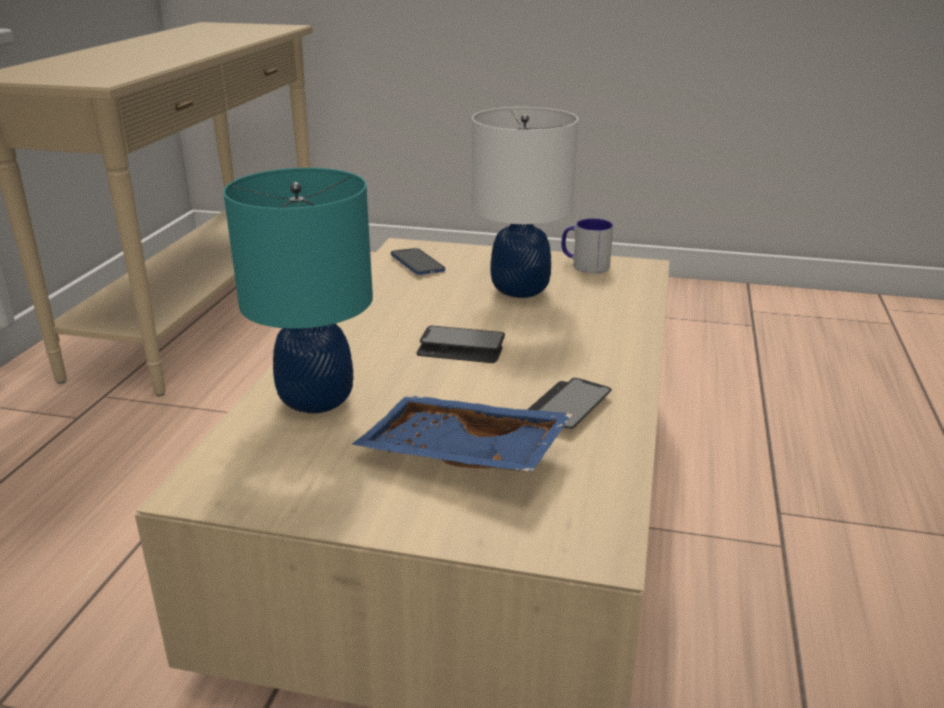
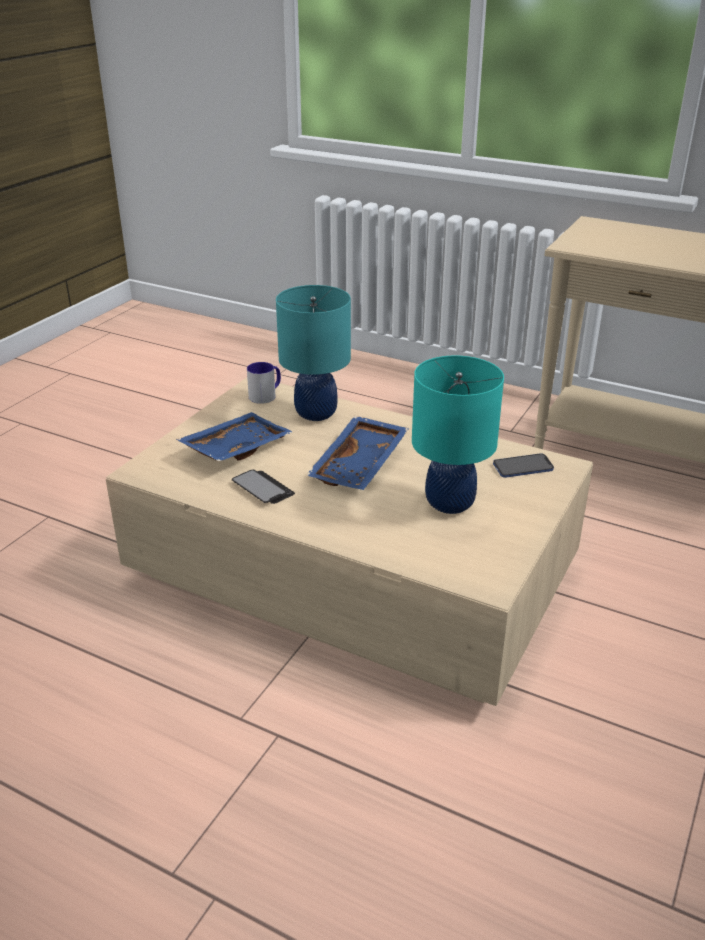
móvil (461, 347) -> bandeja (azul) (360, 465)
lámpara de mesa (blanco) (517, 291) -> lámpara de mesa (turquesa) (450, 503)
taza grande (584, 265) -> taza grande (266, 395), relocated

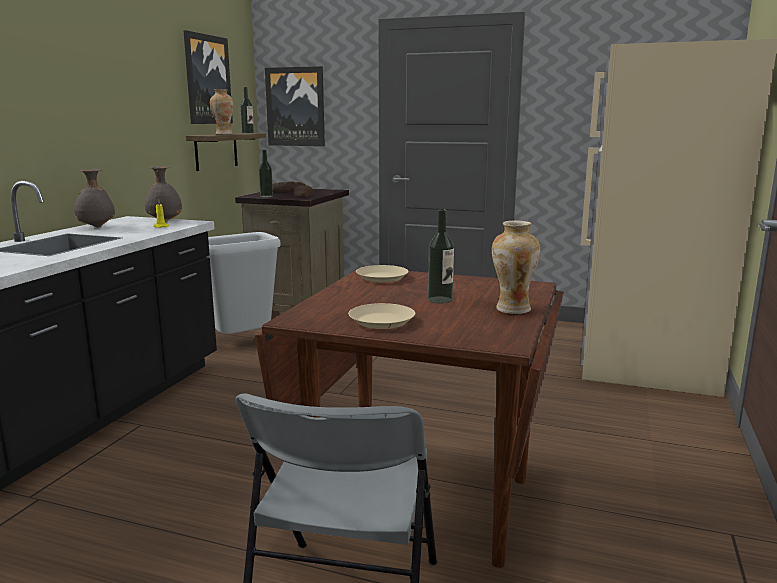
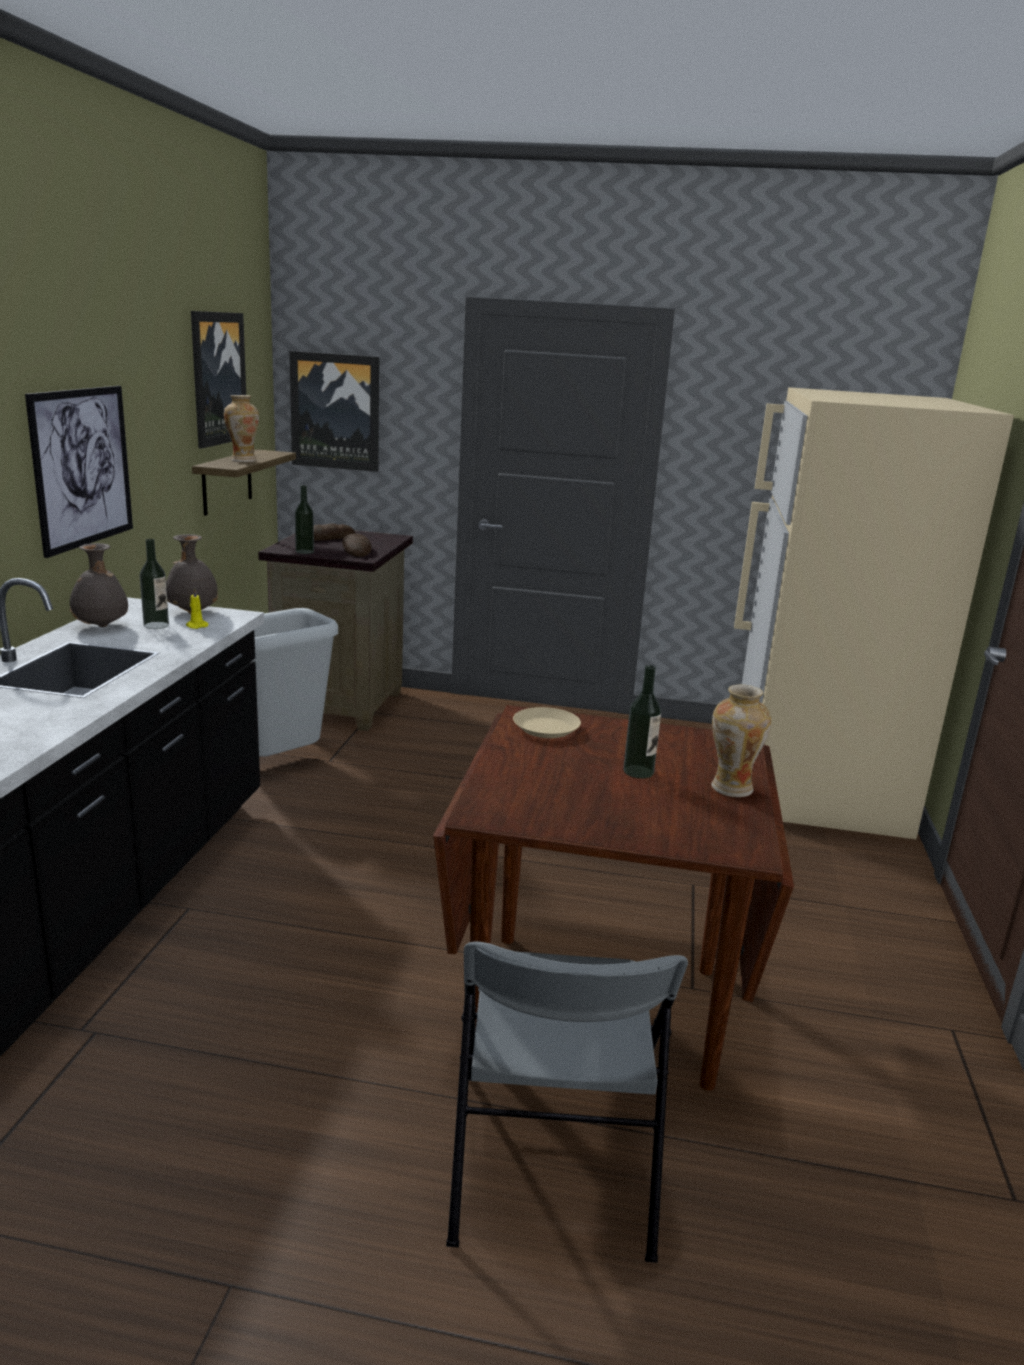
botella (248, 133) -> botella (156, 625), relocated
plato (beis) (381, 321) -> none
none -> cuadro (82, 467)

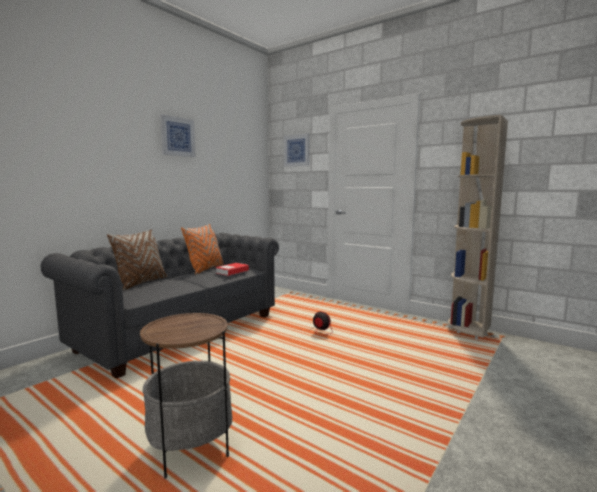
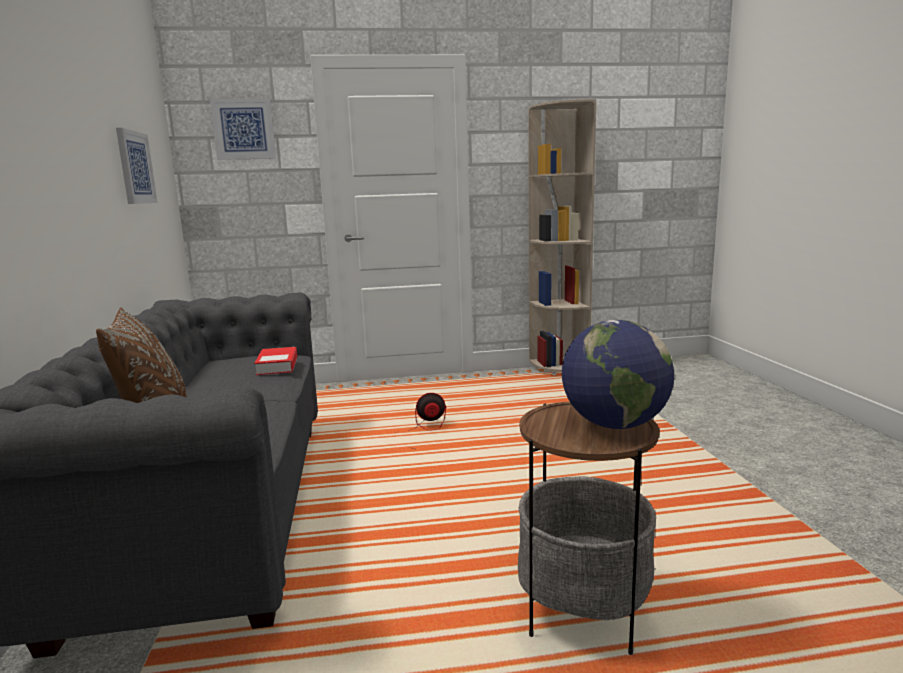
cuadro (177, 136) -> cuadro (135, 168), relocated
cojín (naranja) (205, 269) -> none
none -> globo terráqueo (614, 424)

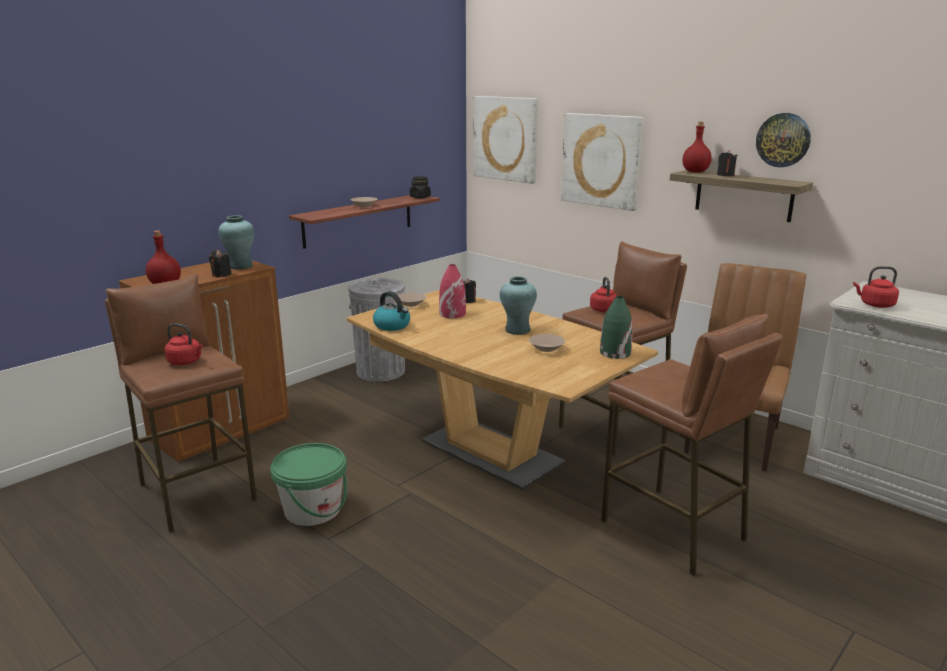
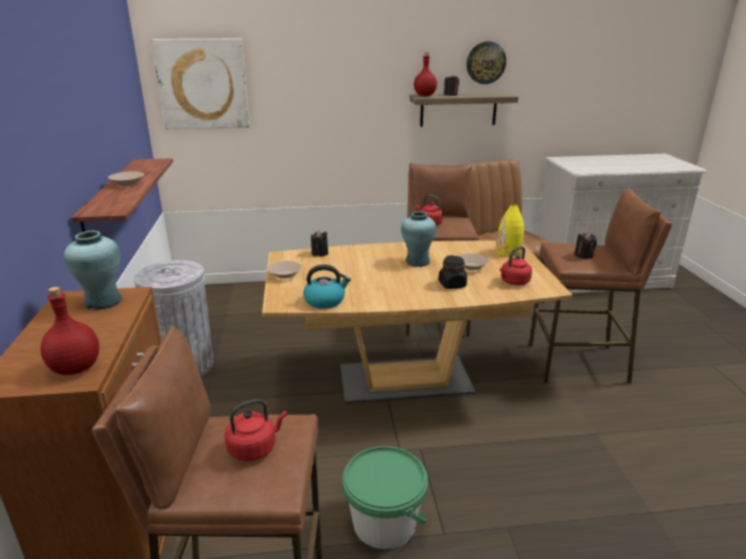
vela (negro) (221, 275) -> vela (negro) (583, 256), relocated
tarro (negro) (420, 197) -> tarro (negro) (452, 285), relocated
florero (rojo) (452, 314) -> none
cuadro (601, 160) -> none
florero (verde) (615, 353) -> florero (amarillo) (508, 252)
hervidor (rojo) (875, 305) -> hervidor (rojo) (513, 282), relocated

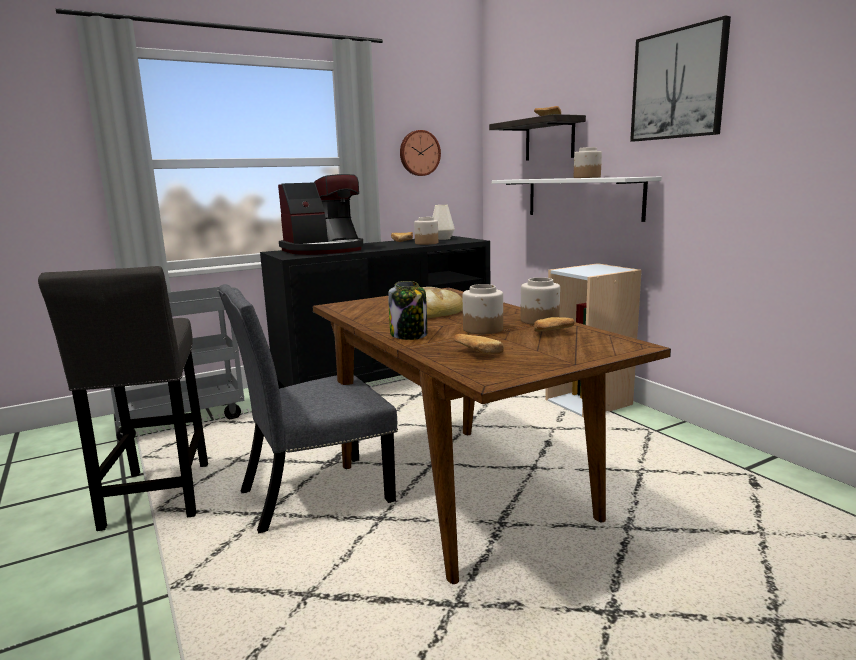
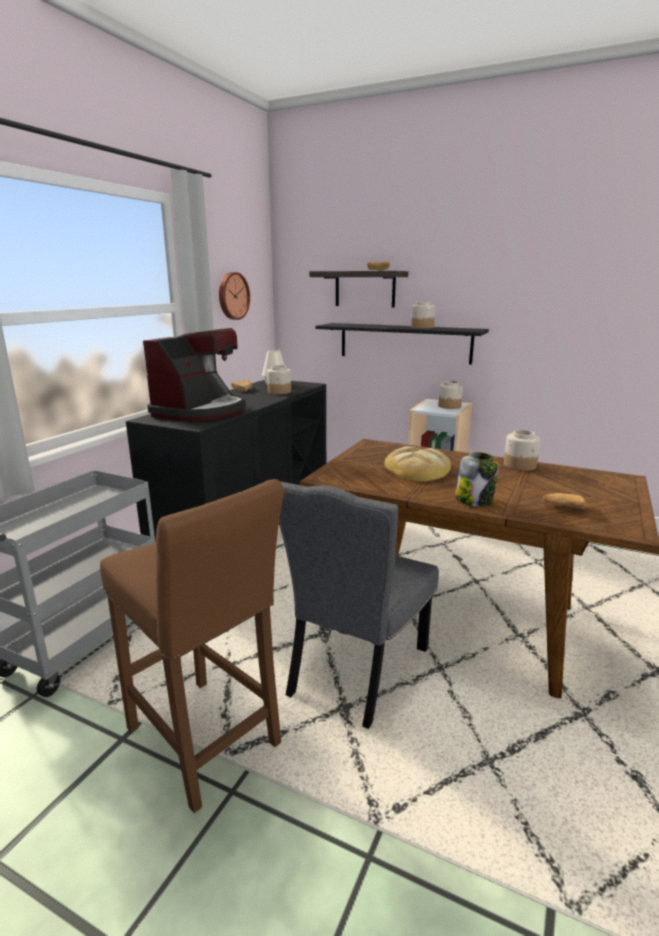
taburete (gris) (157, 498) -> taburete (marrón) (206, 743)
tarro (483, 329) -> tarro (449, 406), relocated
estante (blanco) (582, 198) -> estante (negro) (404, 343)
pan (549, 333) -> none
cuadro (678, 84) -> none

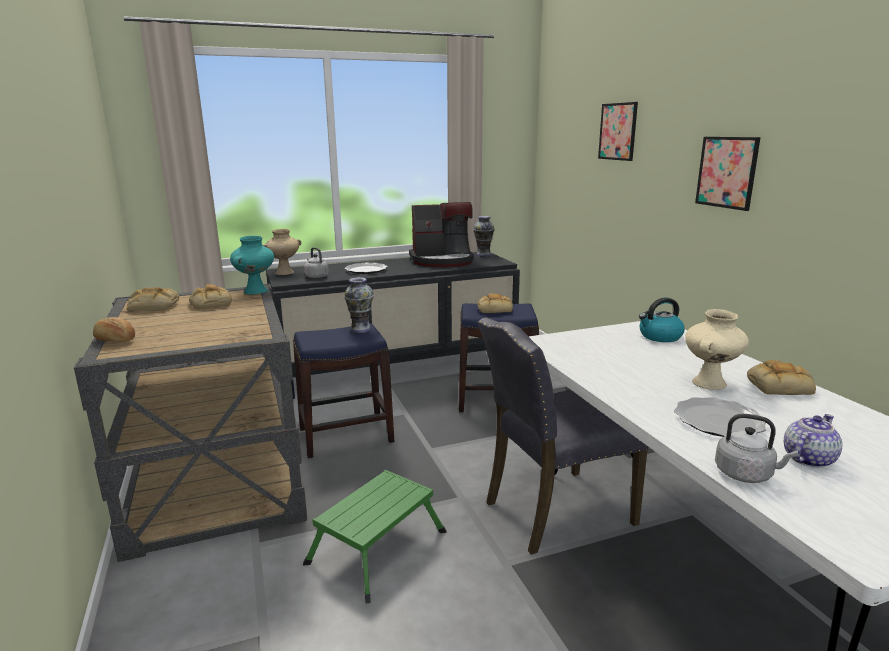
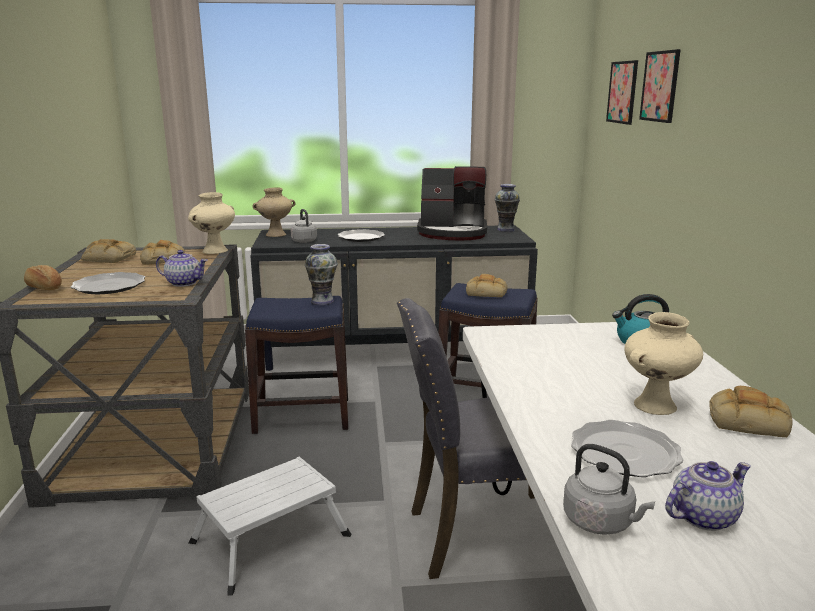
florero (turquesa) (256, 291) -> florero (beis) (215, 251)
escalera de tijera (verde) (378, 546) -> escalera de tijera (blanco) (271, 538)
cuadro (726, 172) -> cuadro (622, 92), relocated
none -> plato (109, 286)
none -> tetera (183, 283)

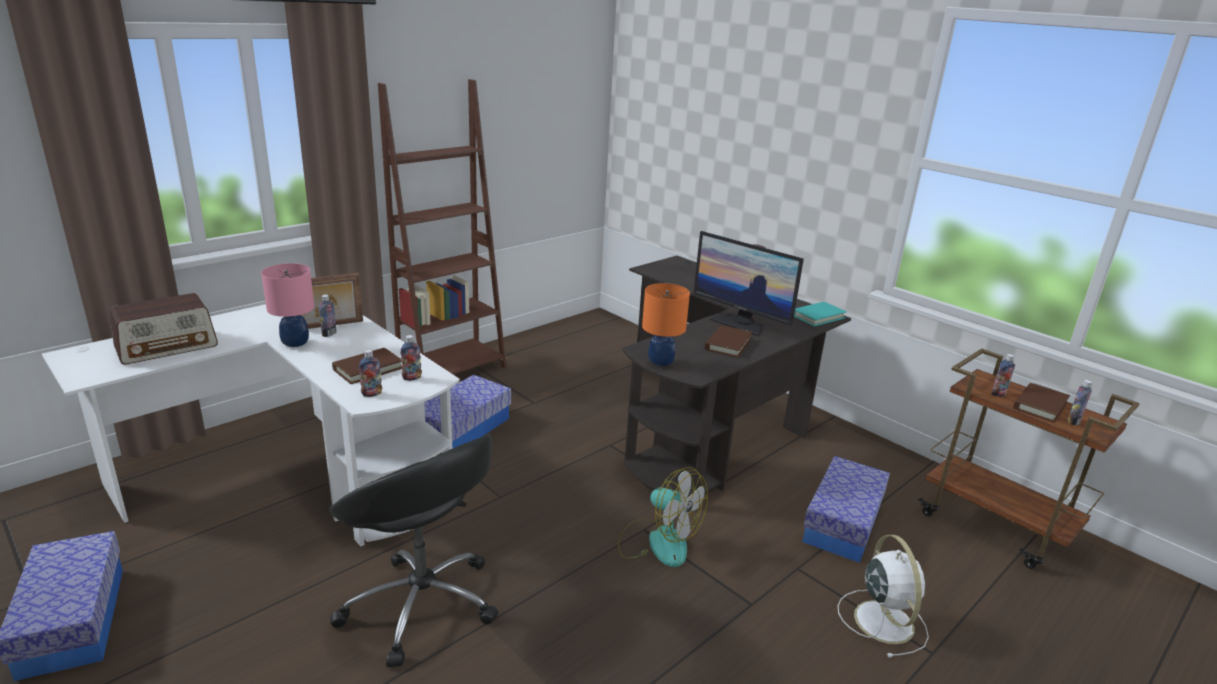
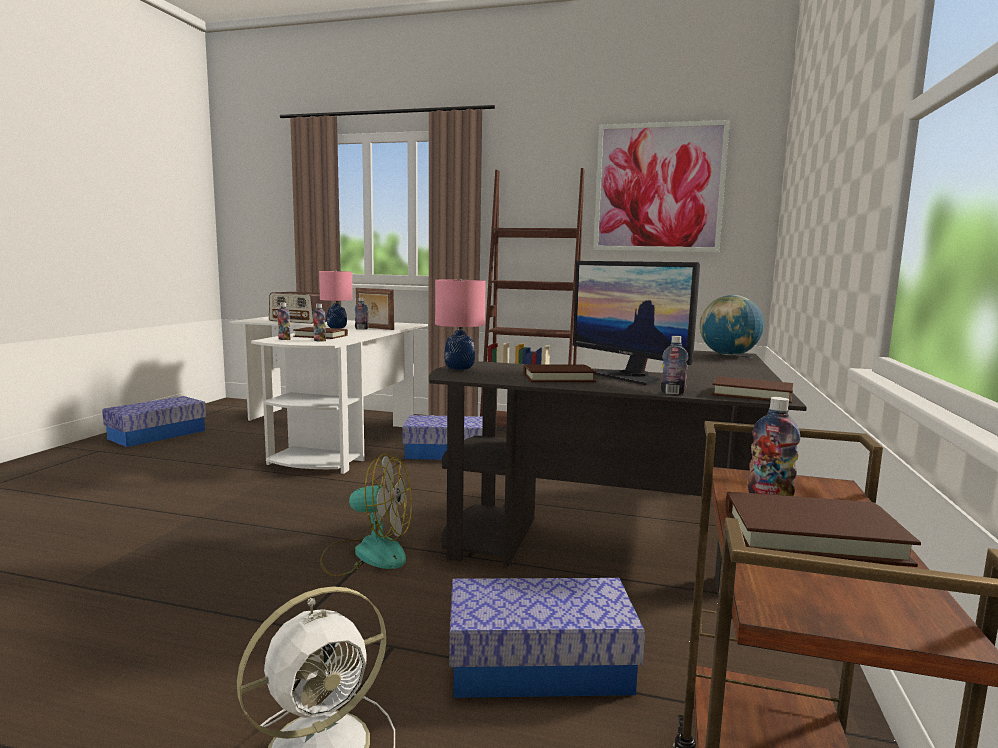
silla de oficina (negro) (423, 607) -> none
ventilador (658, 541) -> ventilador (367, 554), 90 degrees counterclockwise
lámpara de mesa (naranja) (659, 363) -> lámpara de mesa (rosa) (458, 368)
monitor (741, 324) -> monitor (629, 377), 45 degrees counterclockwise
libro (turquesa) (818, 316) -> libro (marrón) (752, 394)
botella (1073, 422) -> botella (672, 393), relocated
none -> cuadro (658, 188)
none -> globo terráqueo (728, 355)

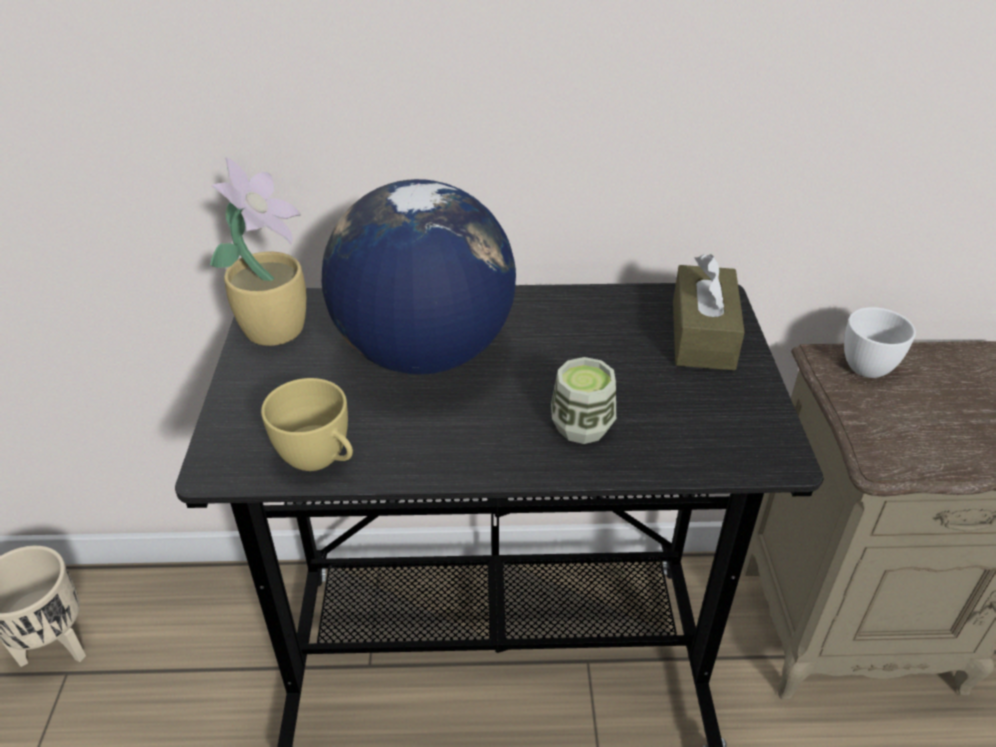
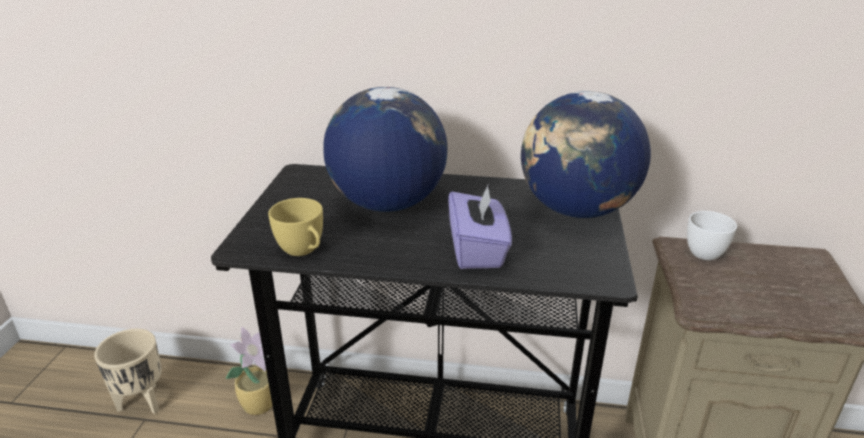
planta en maceta (277, 328) -> planta en maceta (260, 403), relocated
taza (582, 426) -> caja de pañuelos (morado) (477, 250)
caja de pañuelos (marrón) (702, 335) -> globo terráqueo (576, 210)

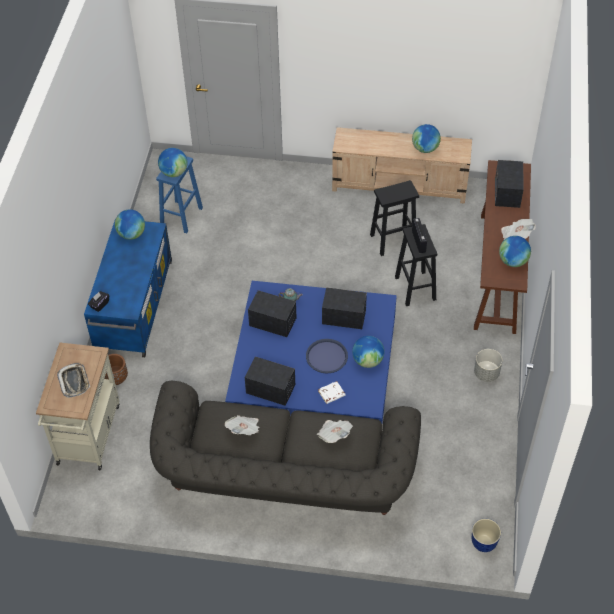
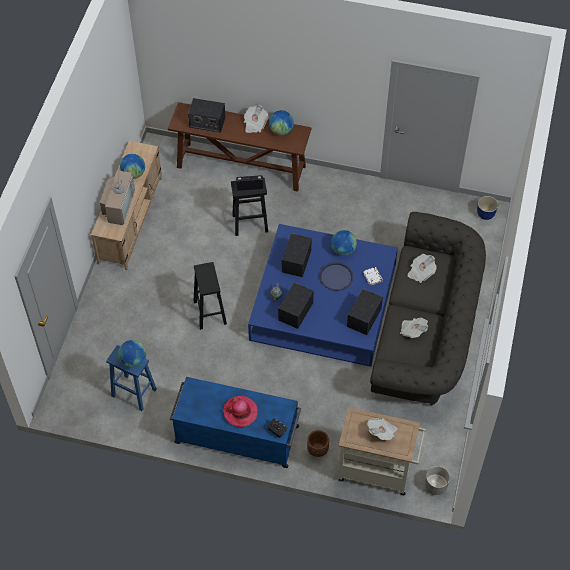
bandeja (74, 382) -> periódico (382, 432)
globo terráqueo (132, 234) -> none
taburete (negro) (393, 240) -> taburete (negro) (209, 312), relocated
maceta (gris) (486, 373) -> maceta (gris) (436, 486), relocated
none -> televisor (118, 205)
none -> sombrero (240, 412)

